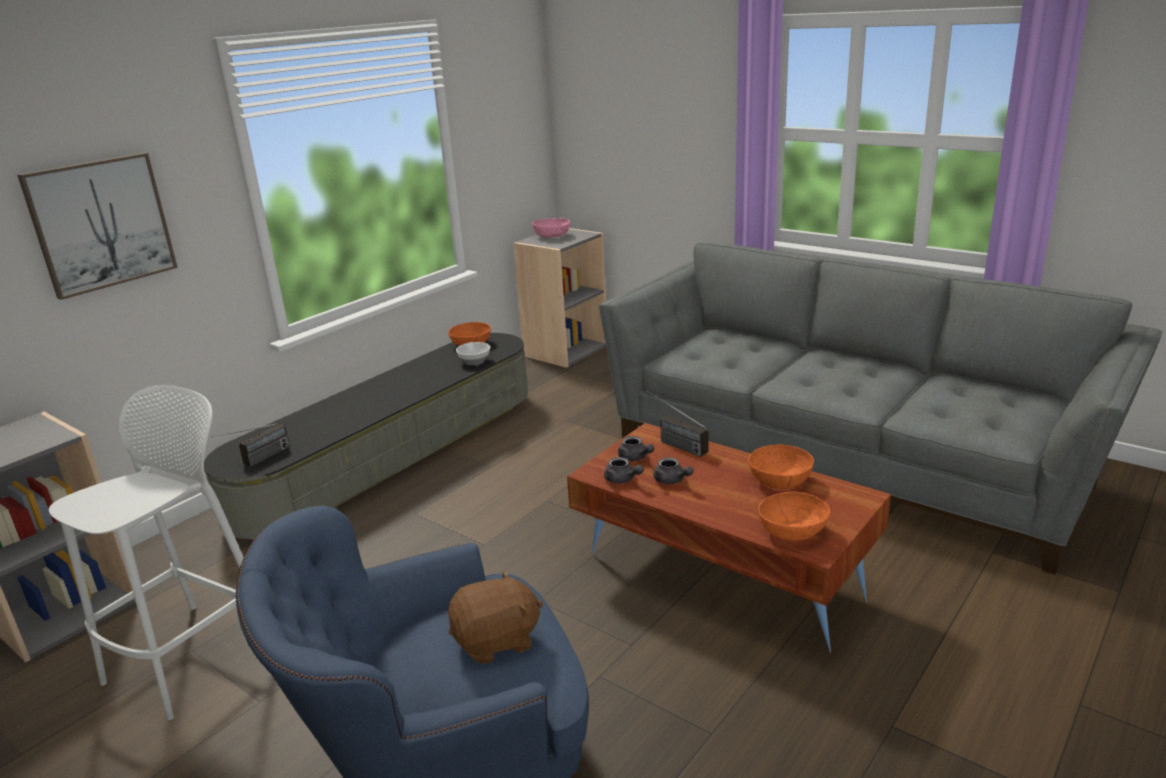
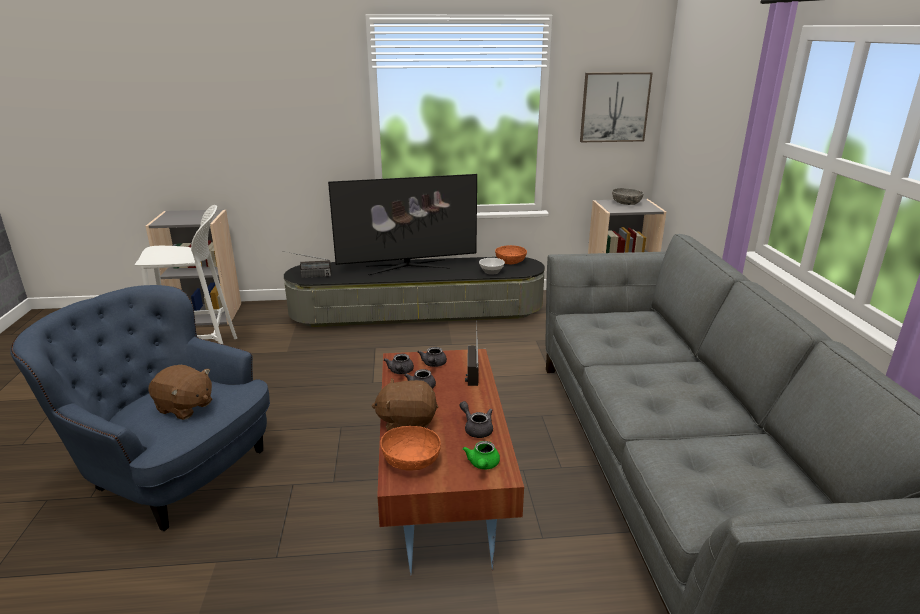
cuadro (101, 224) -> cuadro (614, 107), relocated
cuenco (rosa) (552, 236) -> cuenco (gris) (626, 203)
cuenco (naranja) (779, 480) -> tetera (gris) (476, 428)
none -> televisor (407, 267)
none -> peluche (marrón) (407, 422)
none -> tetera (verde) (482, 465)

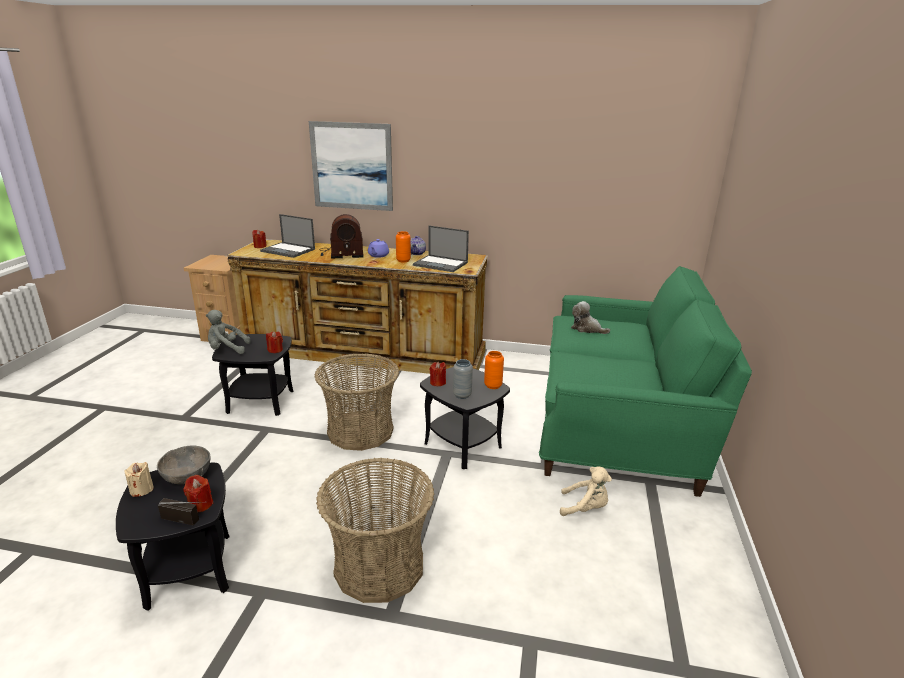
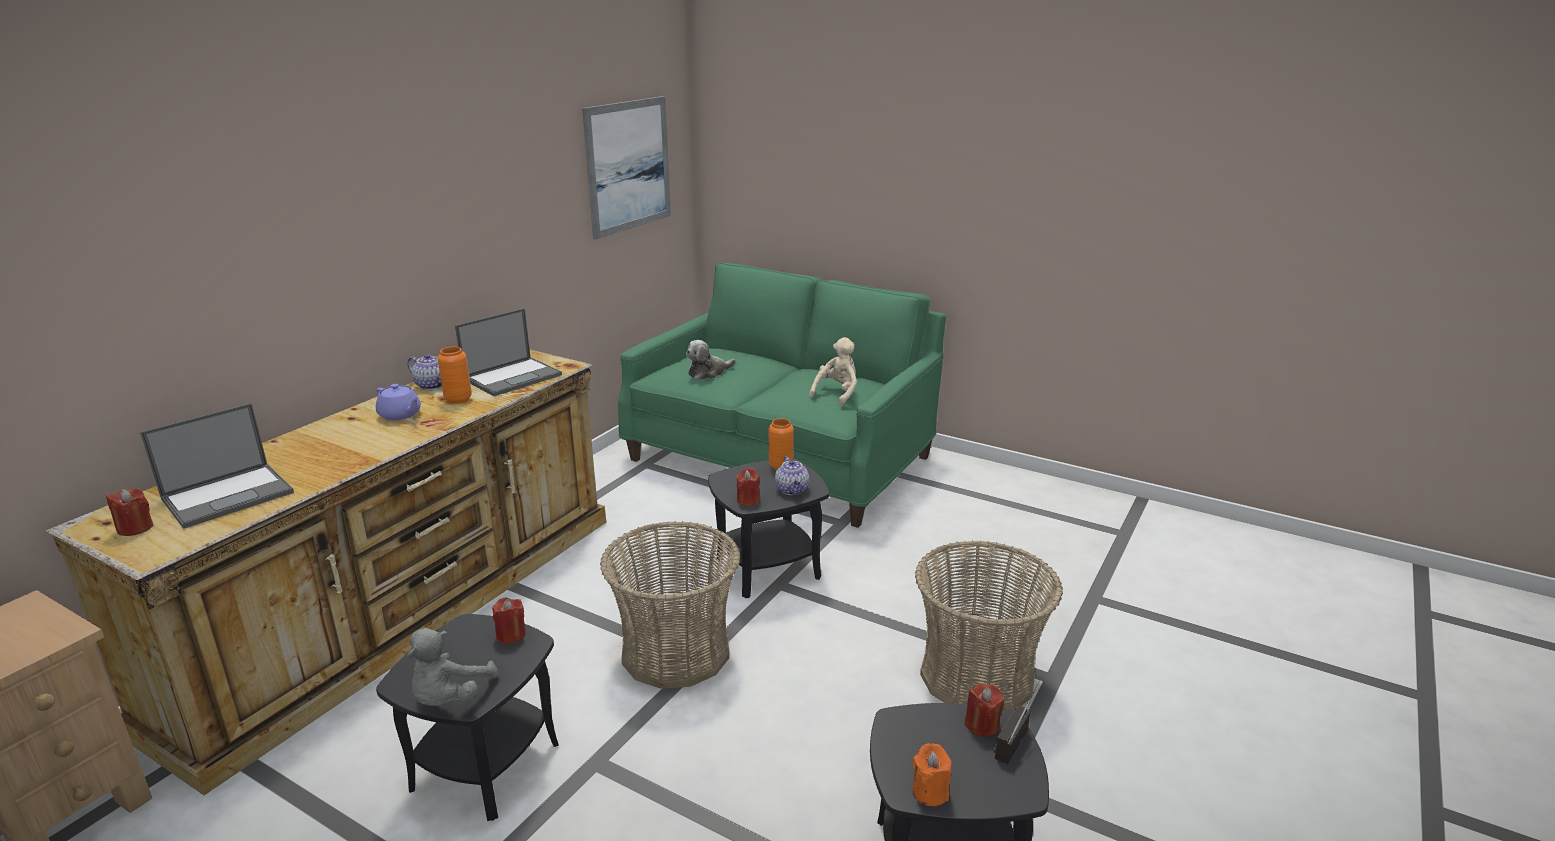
vela (beis) (141, 490) -> vela (naranja) (930, 792)
cuenco (gris) (187, 476) -> none
cuadro (352, 166) -> cuadro (628, 165), relocated
radio (341, 253) -> none
florero (gris) (462, 395) -> tetera (792, 490)
peluche (beis) (585, 508) -> peluche (beis) (837, 394), relocated

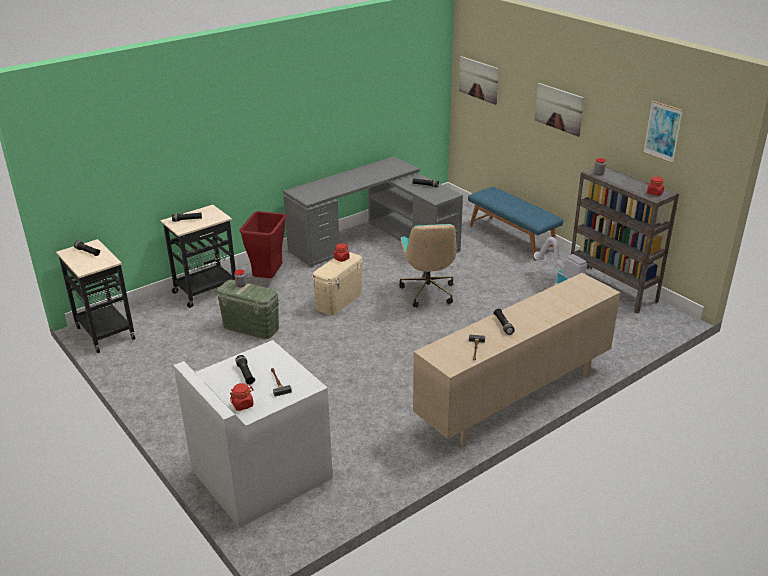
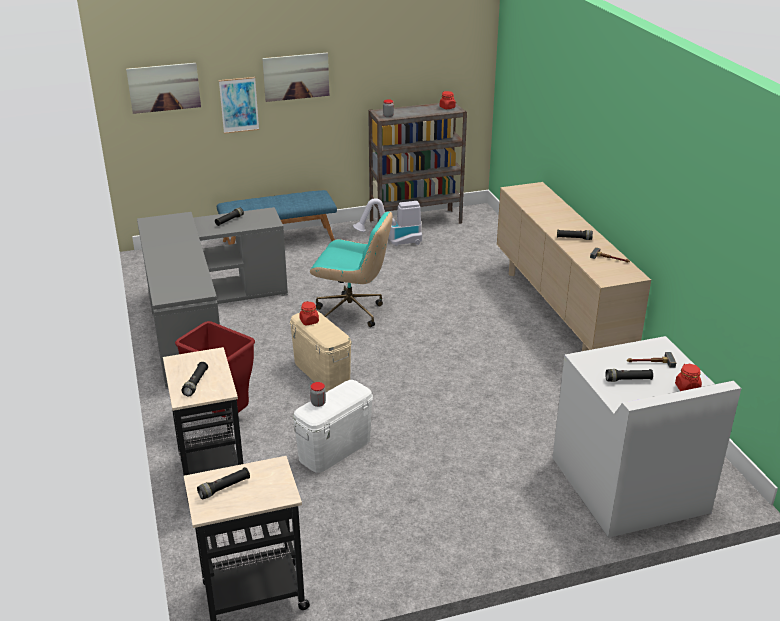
caja de almacenaje (verde) (250, 327) -> caja de almacenaje (blanco) (335, 449)
cuadro (662, 131) -> cuadro (239, 105), relocated

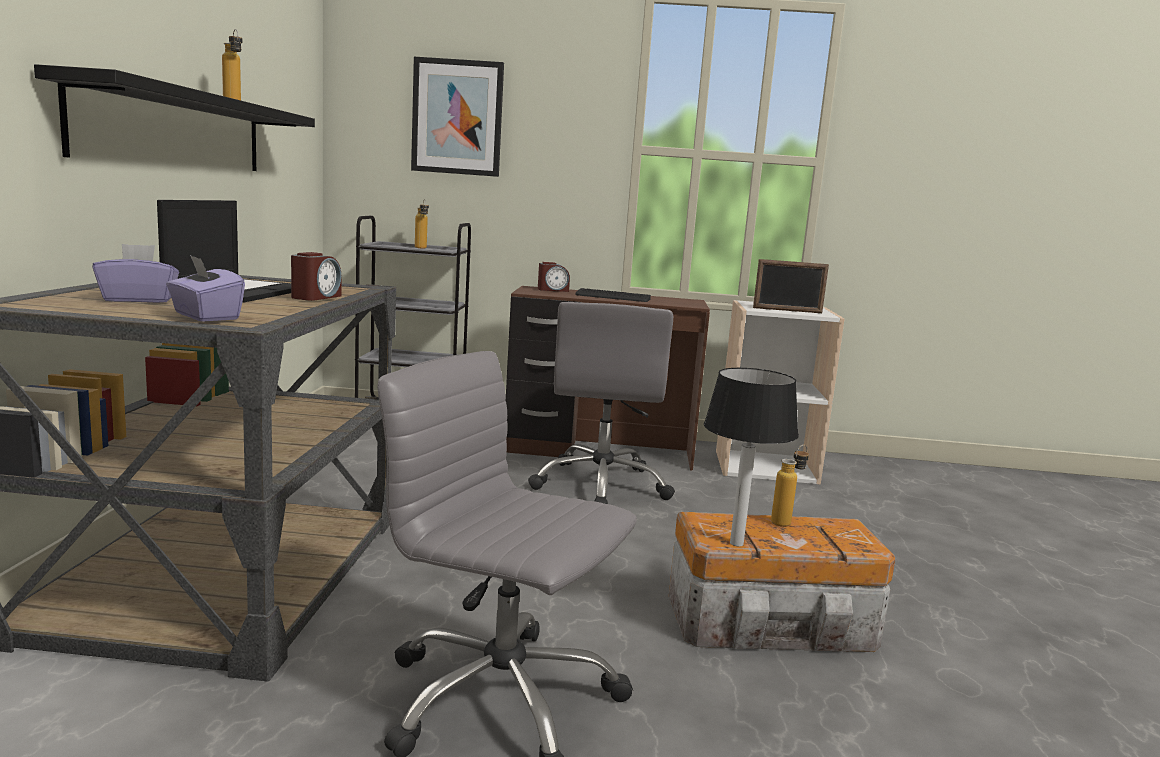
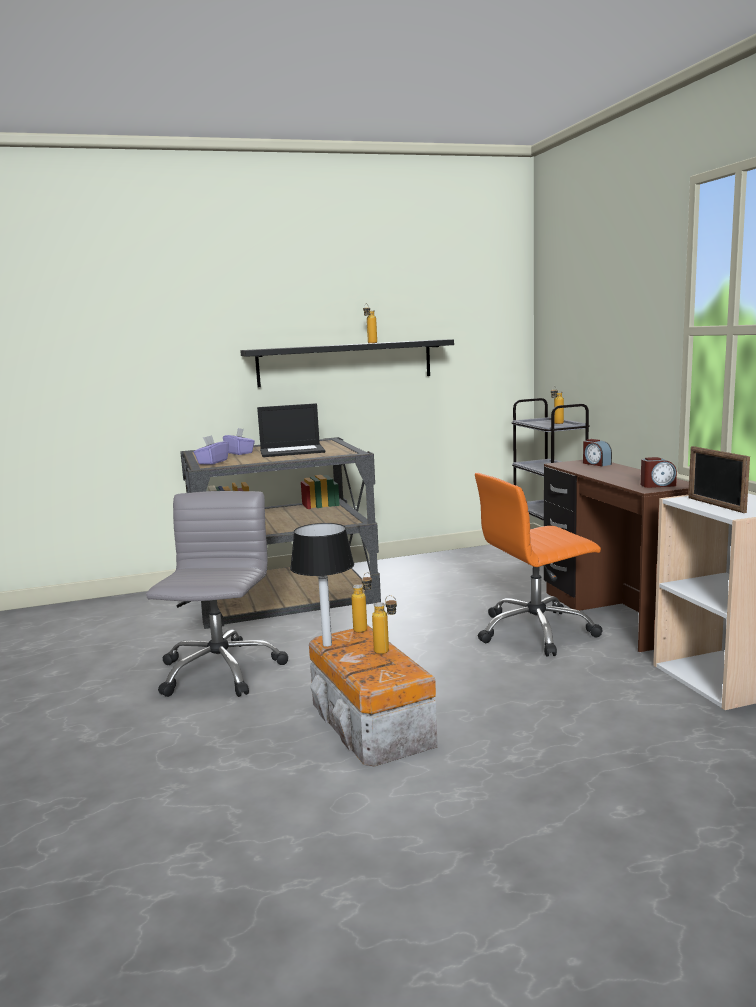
despertador (315, 297) -> despertador (657, 485), relocated
cuadro (457, 117) -> none
silla de oficina (gris) (601, 486) -> silla de oficina (naranja) (535, 632)
teclado (612, 297) -> none
none -> botella (364, 628)

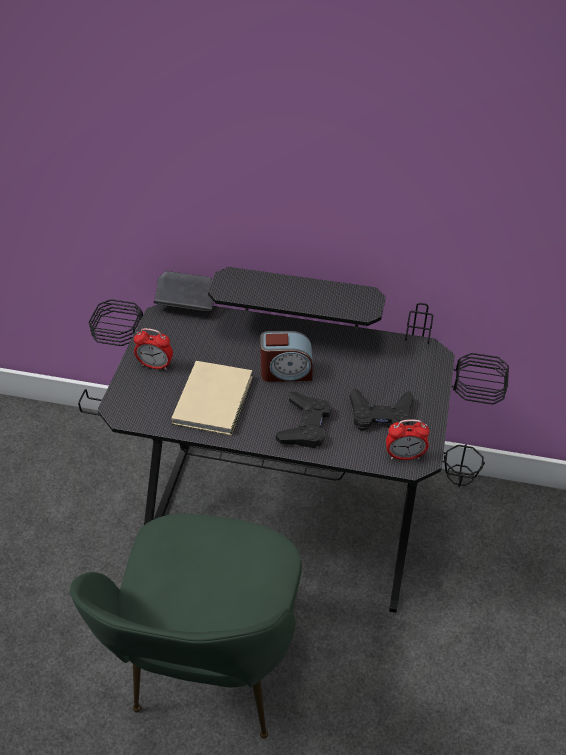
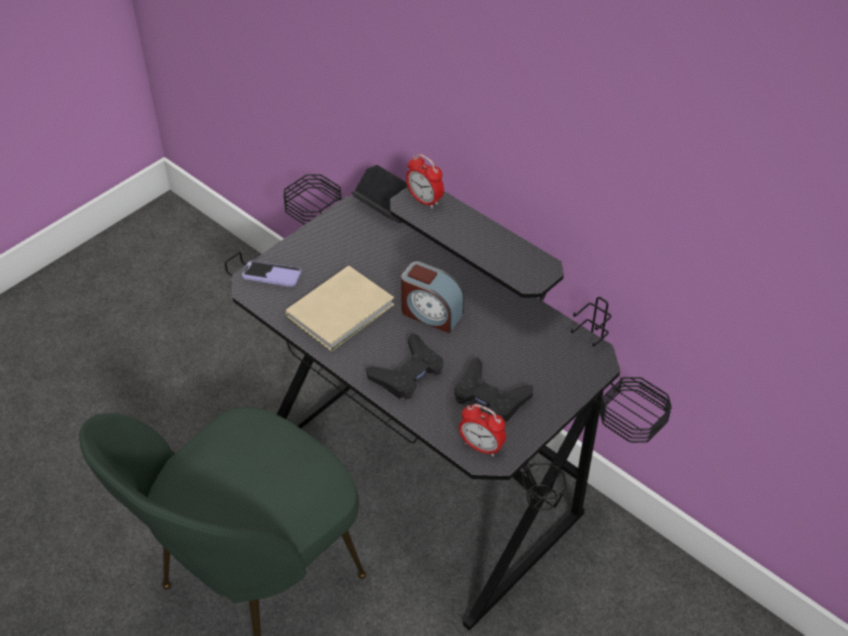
despertador (155, 365) -> despertador (424, 200), relocated
none -> móvil (272, 275)

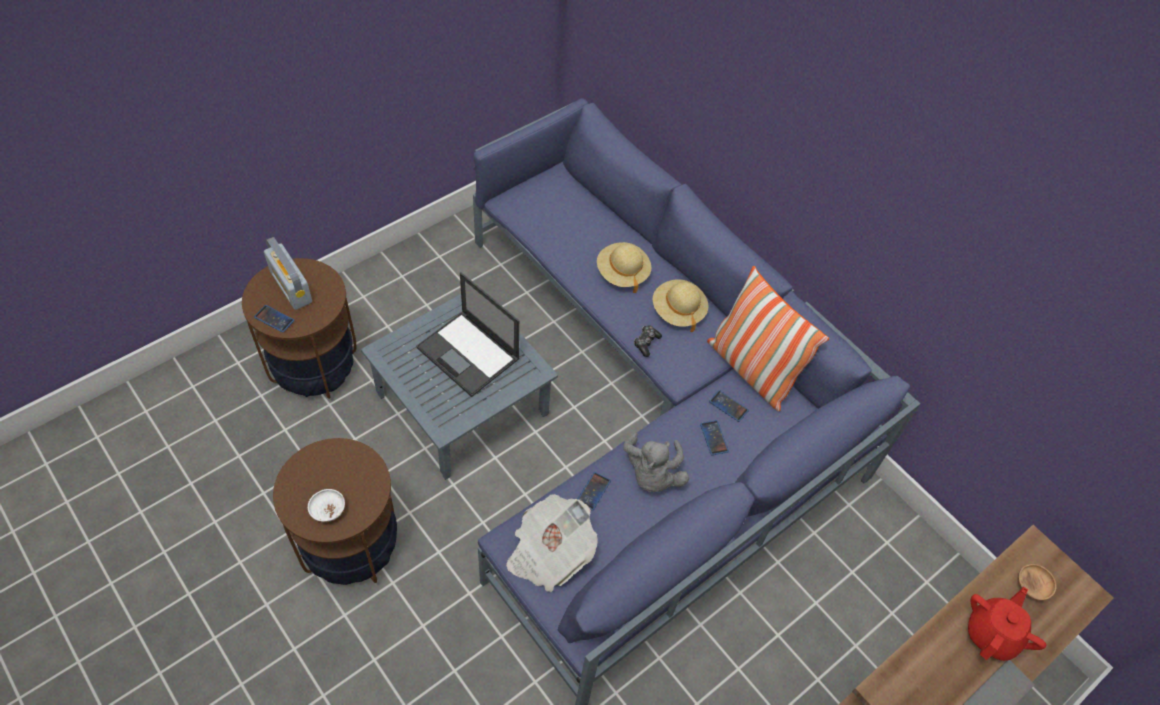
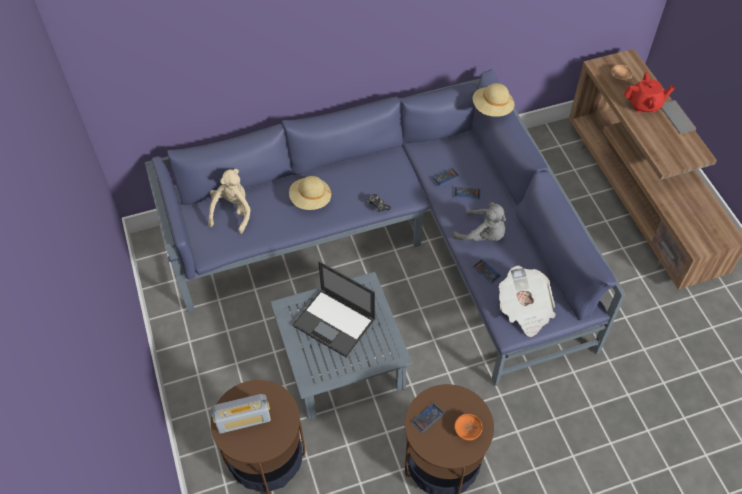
móvil (274, 319) -> móvil (427, 418), relocated
cuenco (blanco) (328, 510) -> cuenco (naranja) (467, 430)
portátil (469, 354) -> portátil (335, 323), 60 degrees clockwise
sombrero (beis) (678, 311) -> sombrero (beis) (492, 109), relocated
cojín (751, 370) -> none
tetera (rojo) (992, 634) -> tetera (rojo) (644, 105), 120 degrees clockwise
none -> peluche (beis) (232, 212)

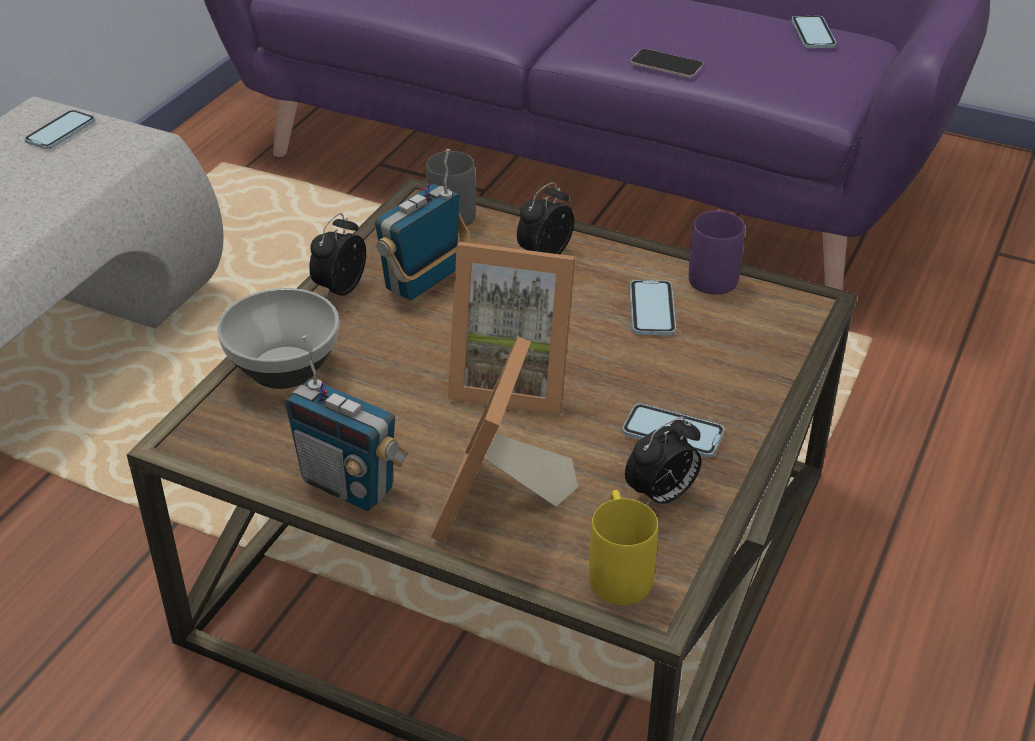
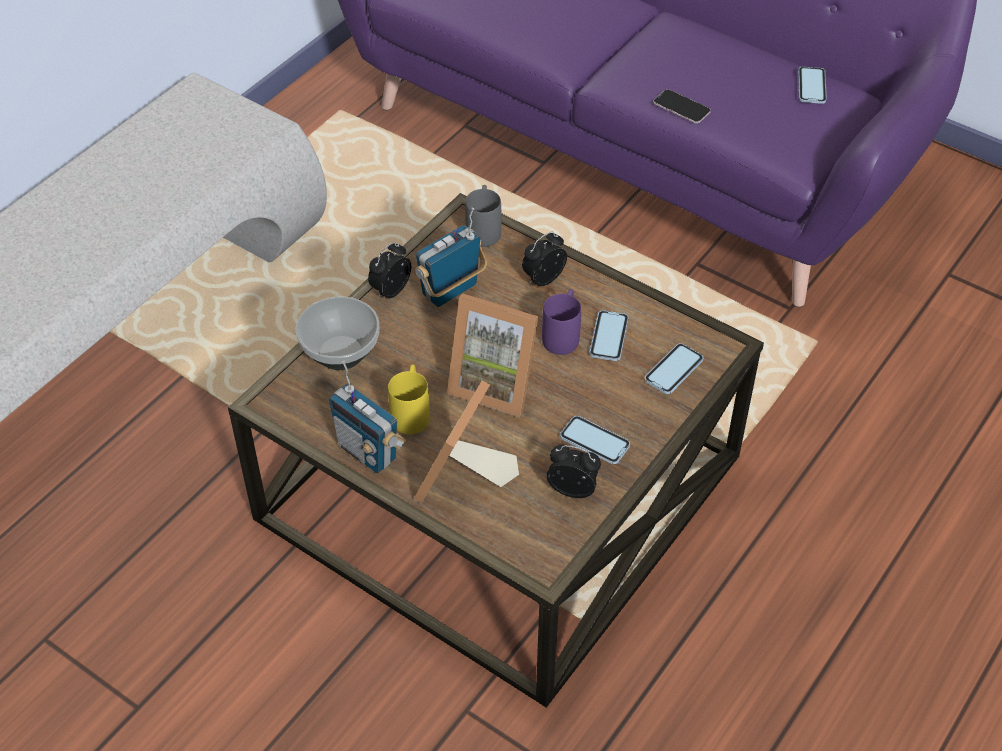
móvil (61, 132) -> móvil (673, 370), relocated
taza grande (amarillo) (618, 570) -> taza grande (amarillo) (411, 412), relocated
despertador (661, 496) -> despertador (573, 489), 135 degrees counterclockwise
taza grande (morado) (713, 273) -> taza grande (morado) (563, 334), relocated

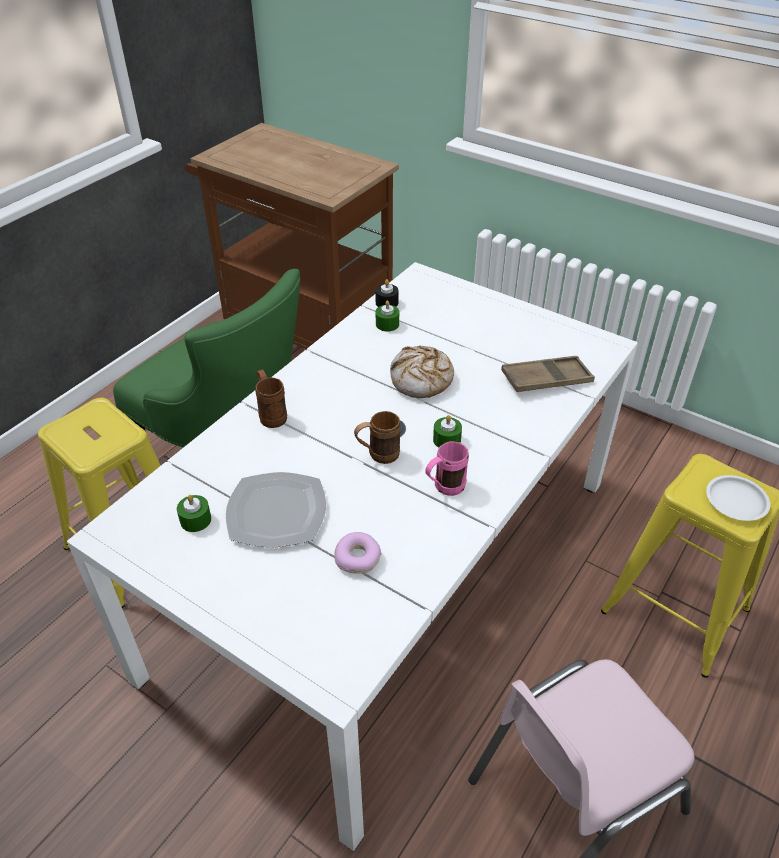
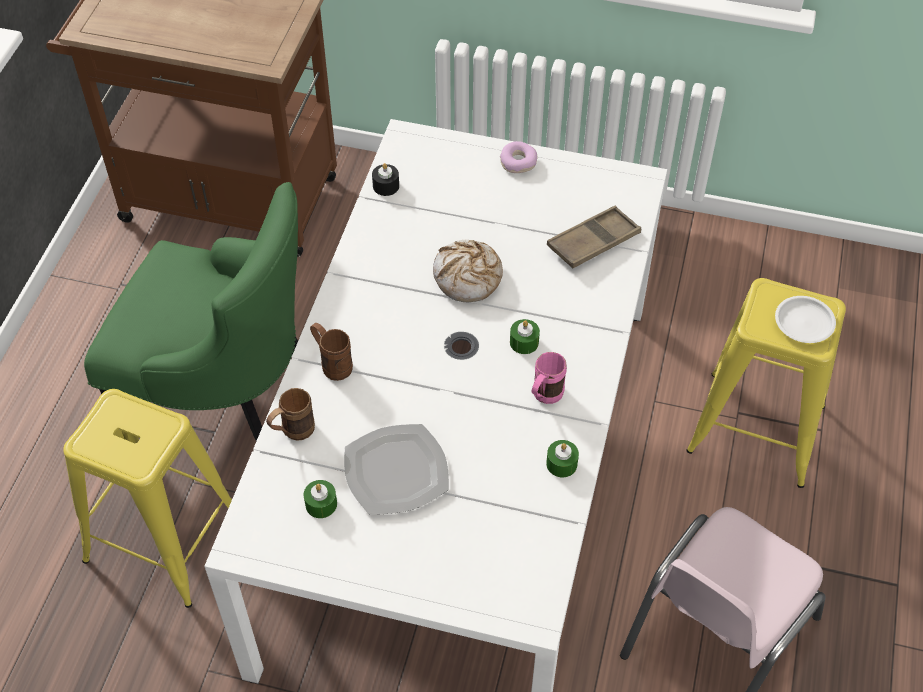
rosquilla (358, 558) -> rosquilla (518, 162), relocated
taza grande (marrón) (377, 455) -> taza grande (marrón) (292, 432), relocated
vela (verde) (387, 324) -> vela (verde) (561, 464), relocated

